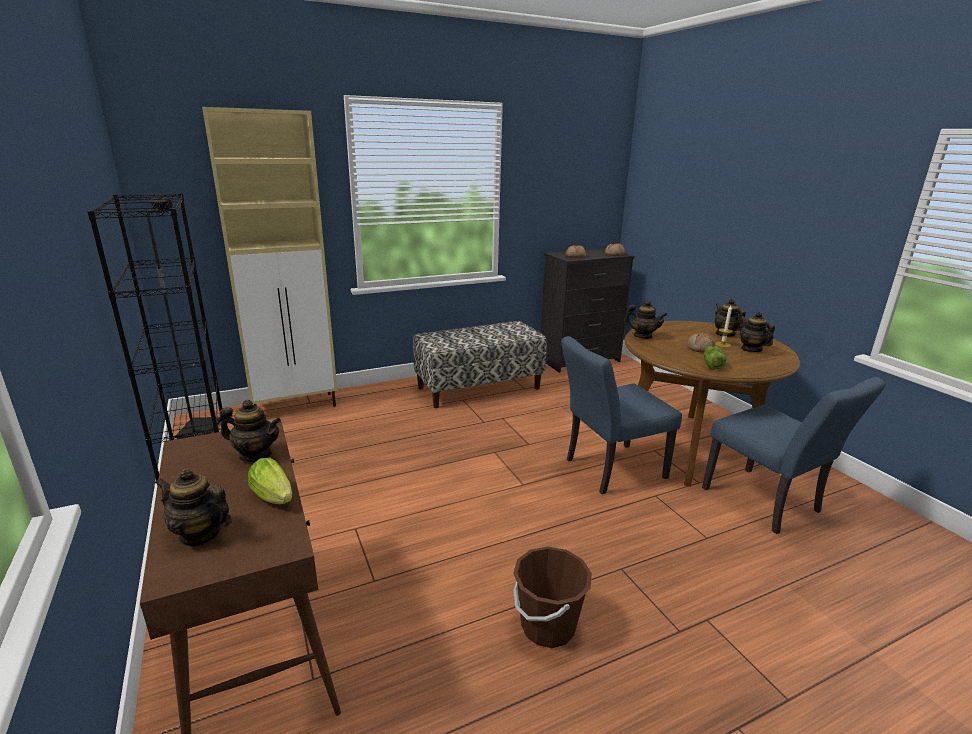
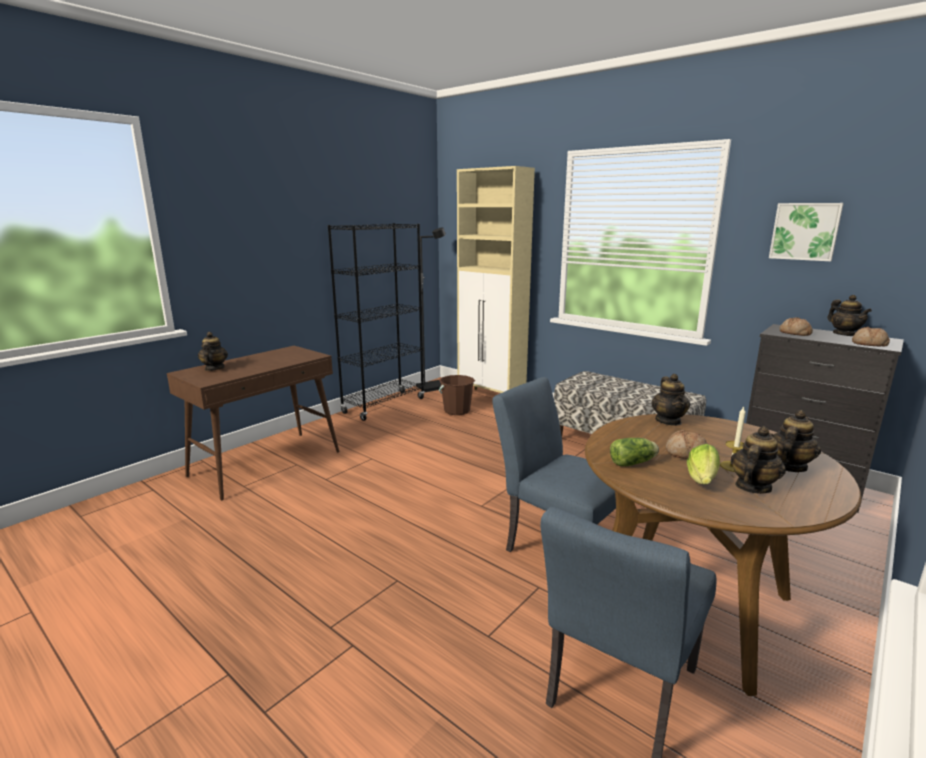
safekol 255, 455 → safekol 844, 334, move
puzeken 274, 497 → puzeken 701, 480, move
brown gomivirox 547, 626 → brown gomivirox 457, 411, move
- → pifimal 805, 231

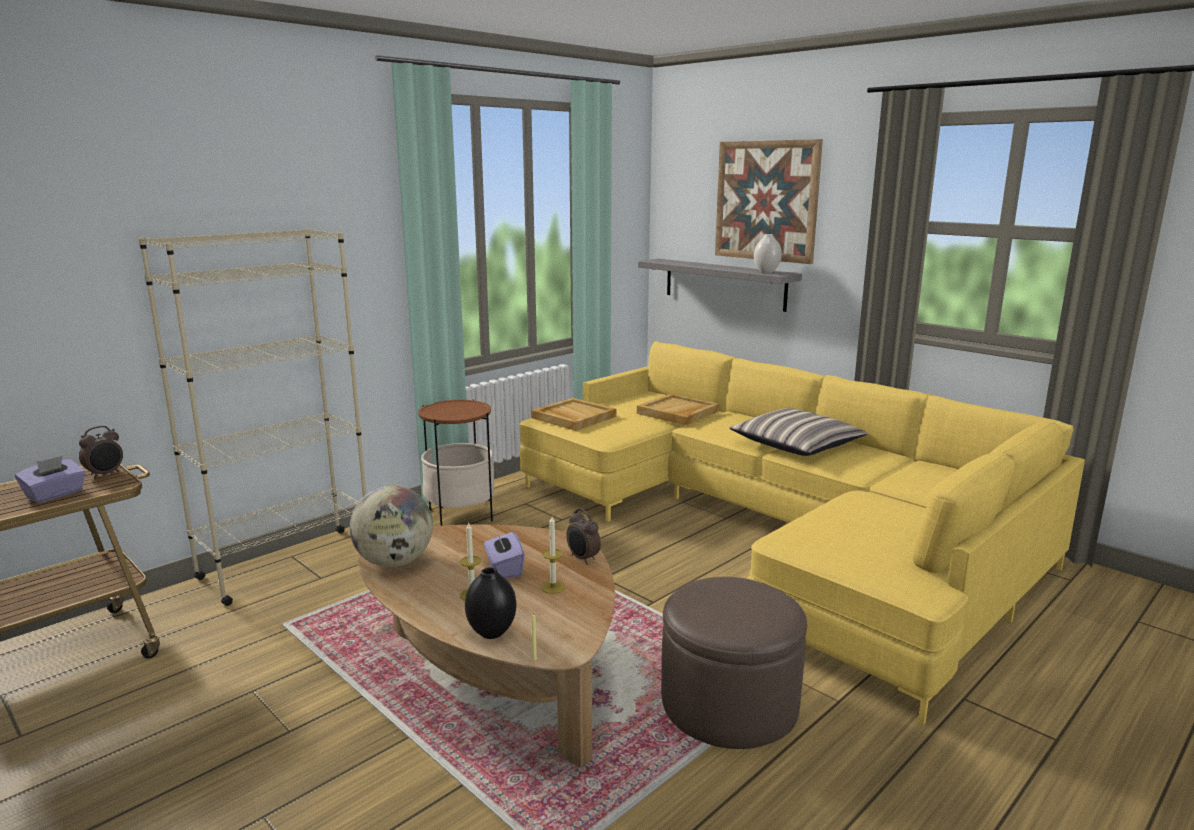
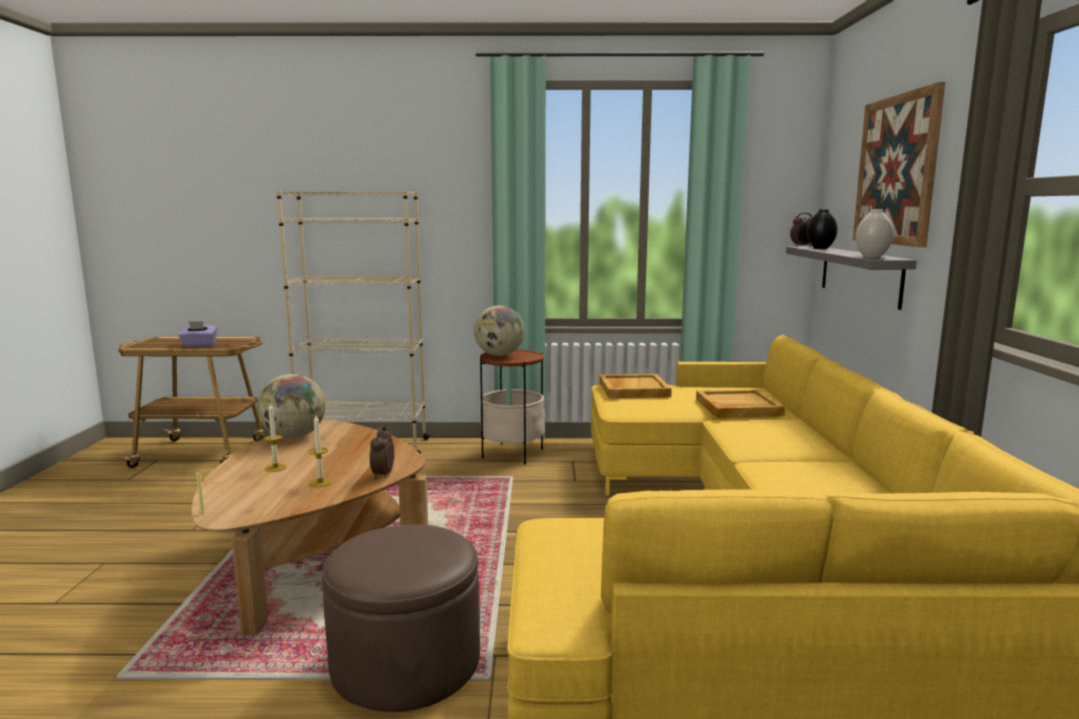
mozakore 105, 474 → mozakore 802, 246, move
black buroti 491, 632 → black buroti 820, 248, move
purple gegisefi 504, 569 → -
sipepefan 796, 445 → -
- → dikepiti 499, 355

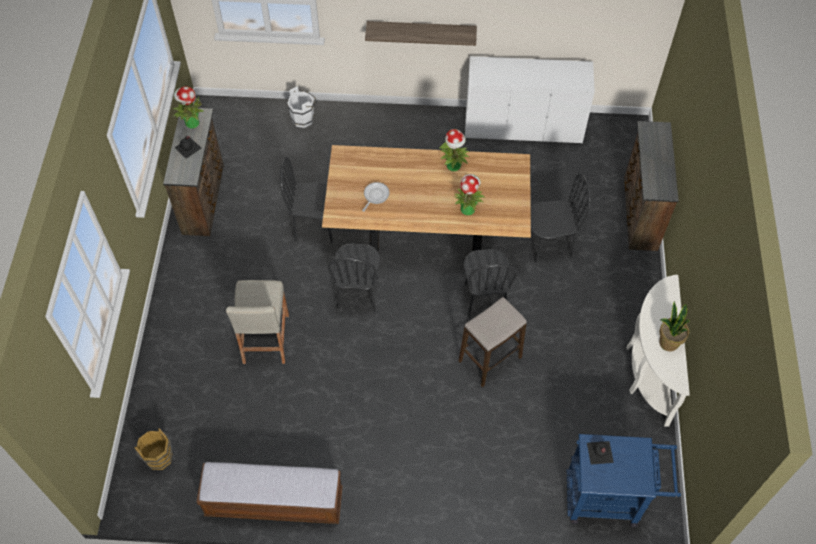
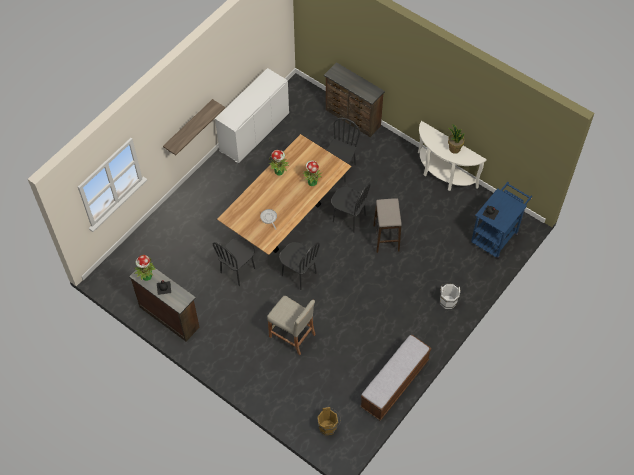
white gomivirox 304, 118 → white gomivirox 448, 300, move

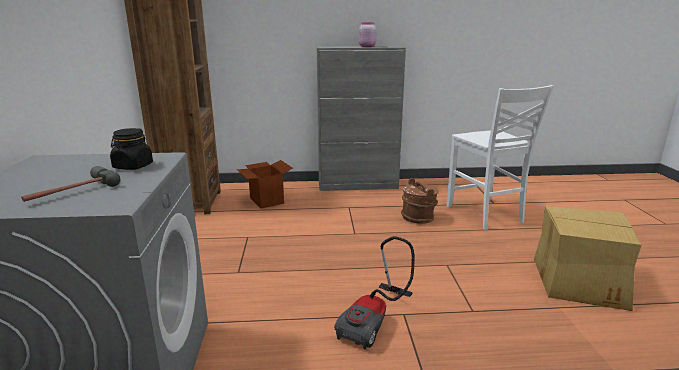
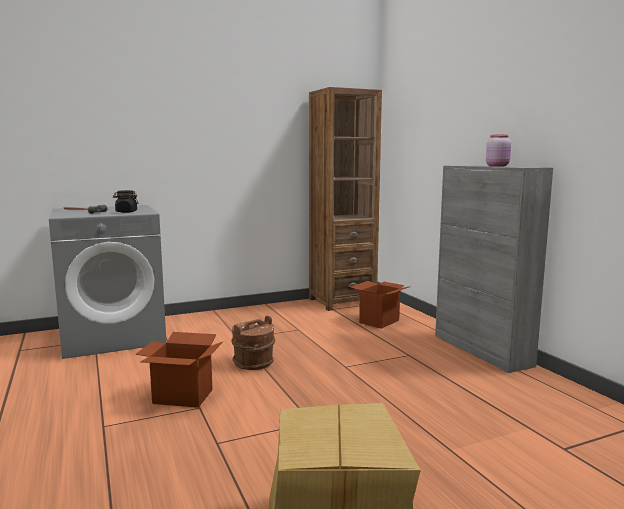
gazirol 375, 322 → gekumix 182, 397
brown gomivirox 418, 217 → brown gomivirox 254, 363, move
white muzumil 485, 214 → -

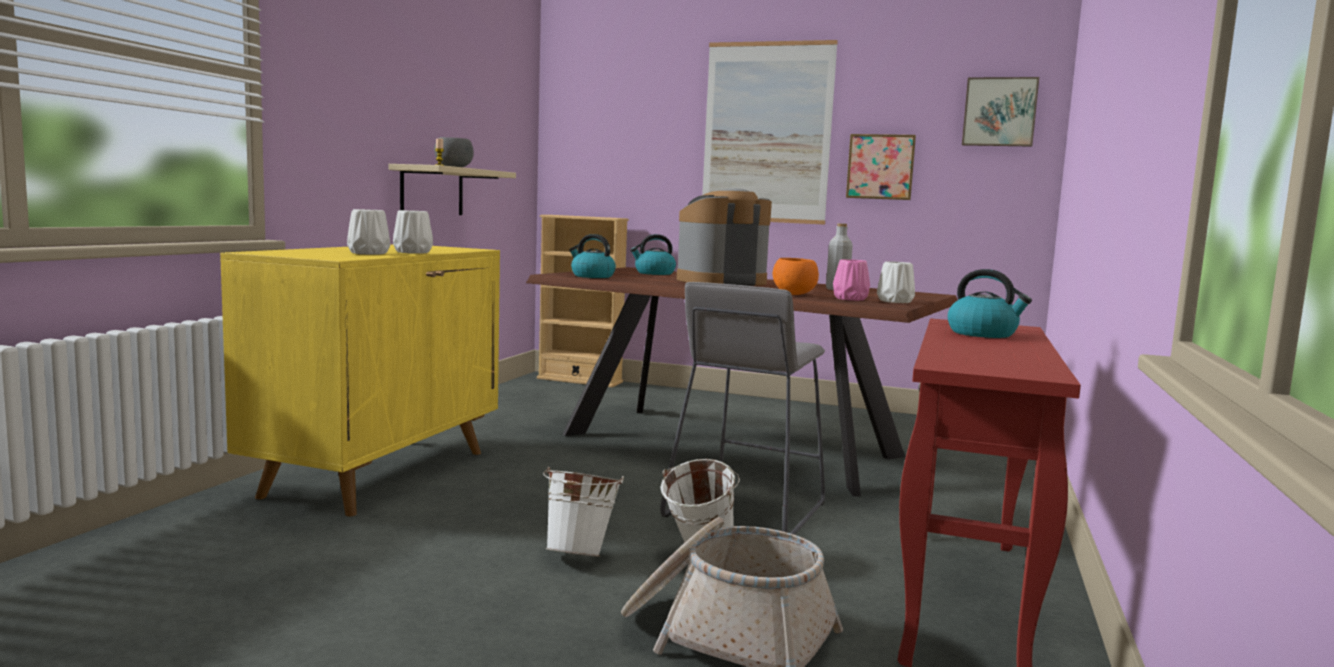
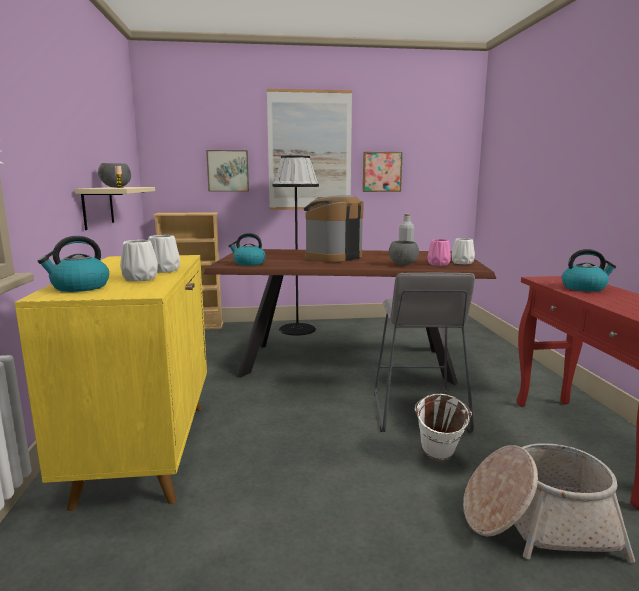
white gomivirox 580, 554 → -
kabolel 654, 273 → kabolel 79, 287, move
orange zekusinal 793, 294 → grey zekusinal 402, 264
pifimal 999, 112 → pifimal 228, 171, move
- → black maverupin 297, 329

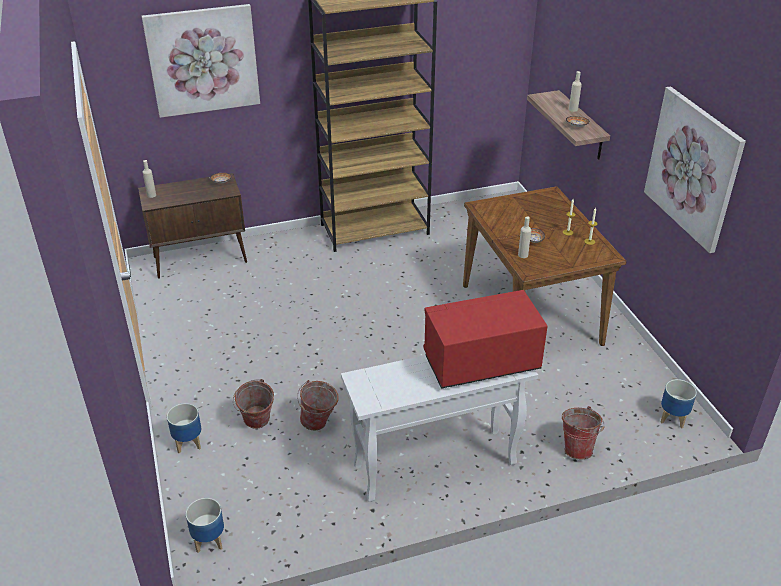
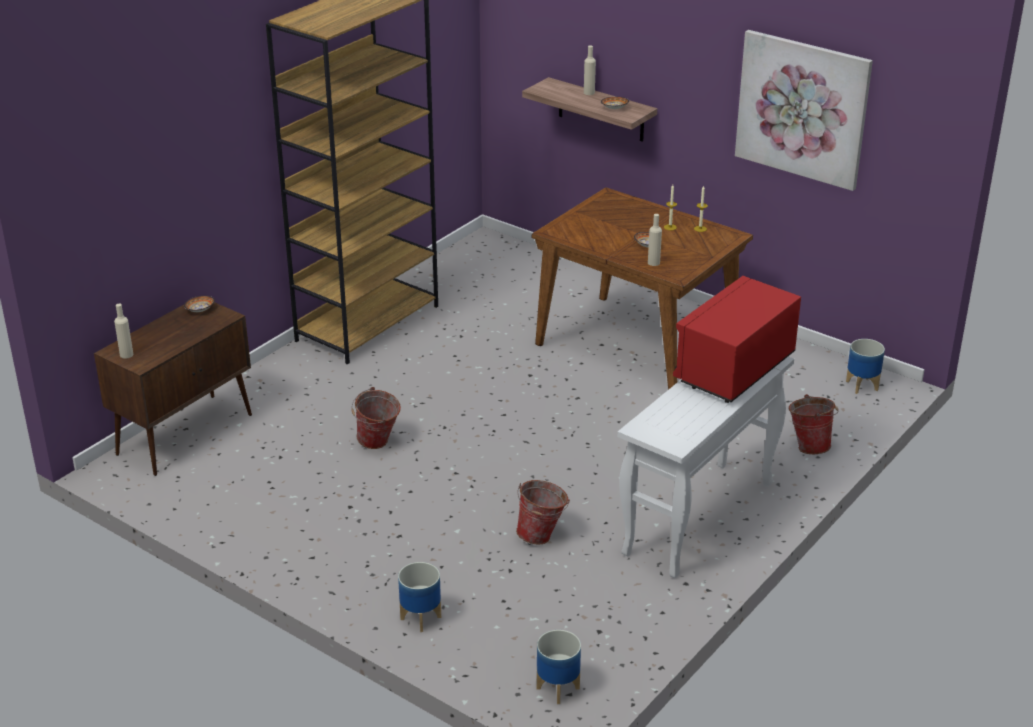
pifimal 203, 60 → -
gomivirox 256, 424 → gomivirox 377, 444, move

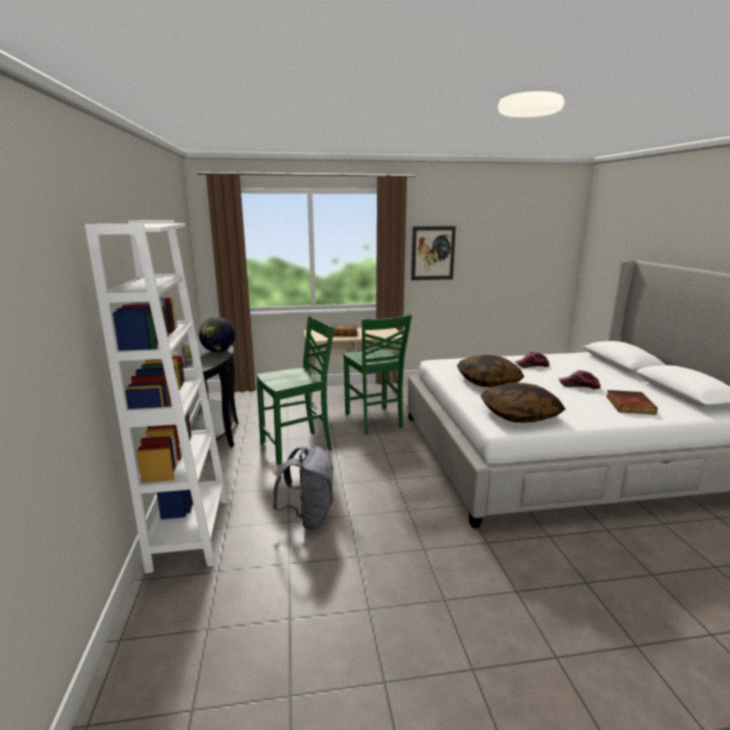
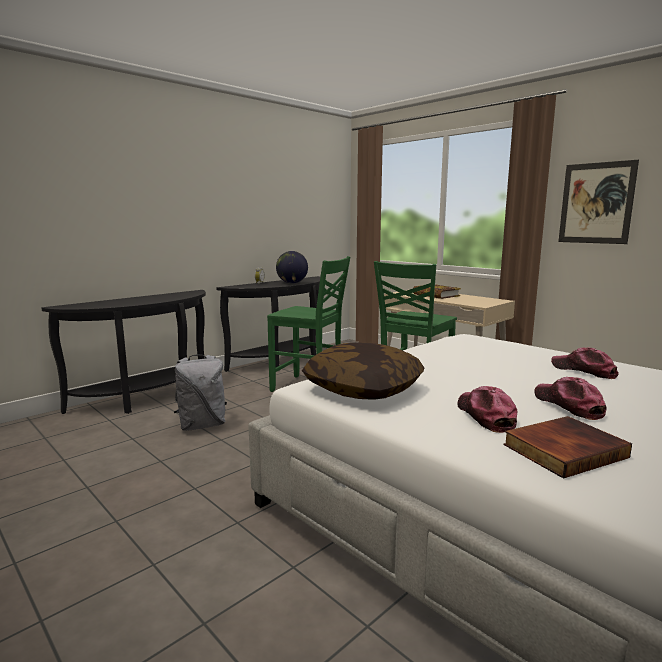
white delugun 190, 533 → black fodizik 148, 398
sipepefan 488, 381 → -
- → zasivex 485, 416

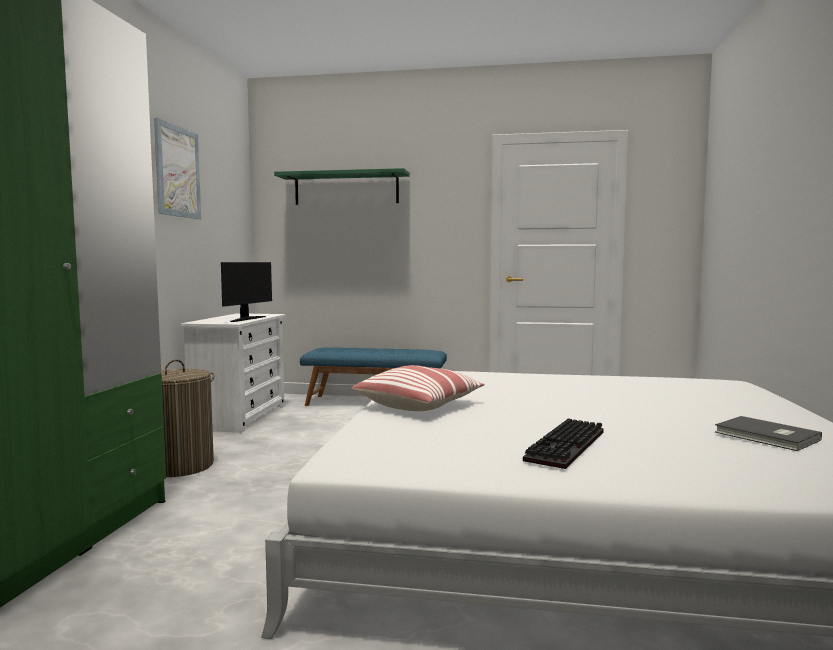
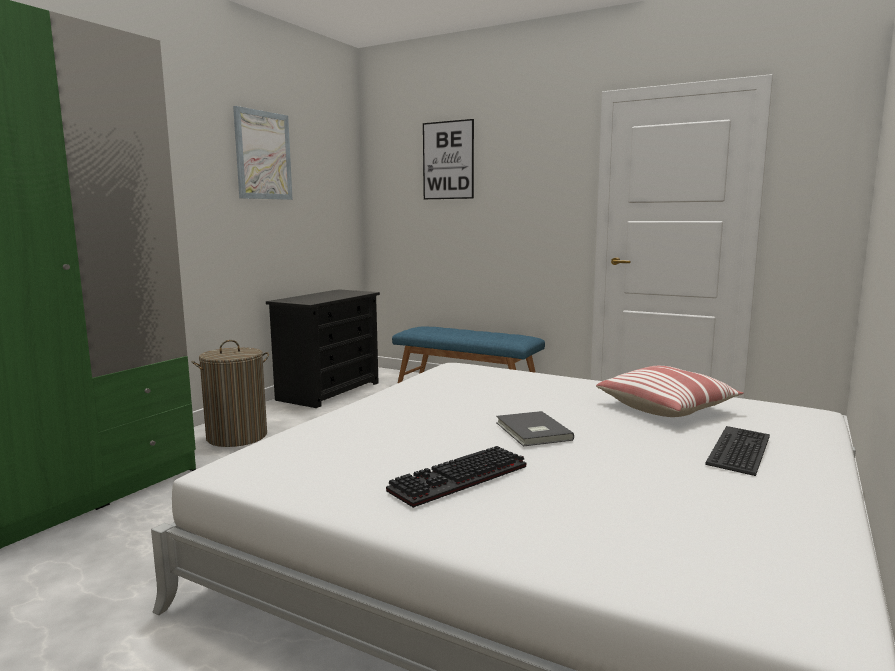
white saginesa 240, 417 → black saginesa 329, 391
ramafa 247, 319 → -
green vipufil 346, 189 → pifimal 448, 160
sipepefan 419, 405 → sipepefan 667, 408, move
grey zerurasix 767, 436 → grey zerurasix 531, 432, move
- → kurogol 740, 450

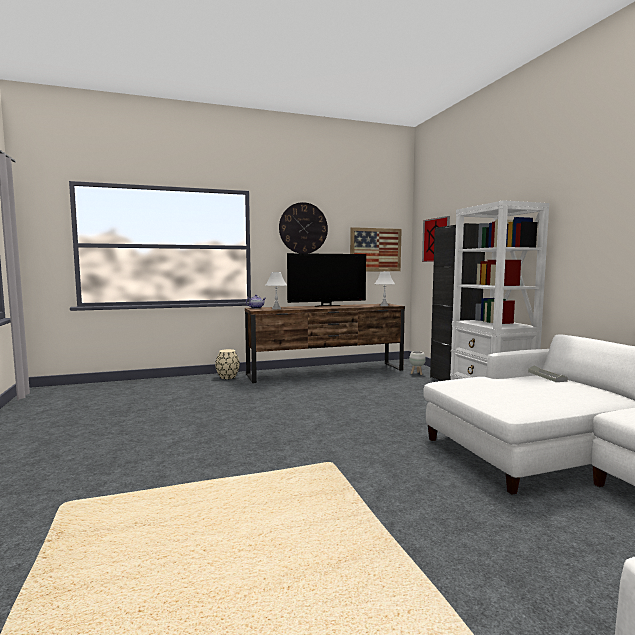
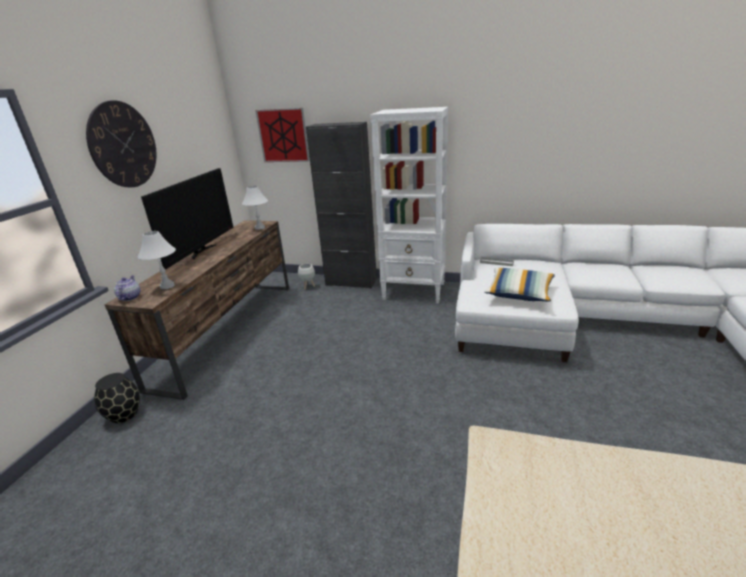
beige buroti 228, 377 → black buroti 125, 414
pifimal 375, 249 → -
- → sipepefan 519, 293

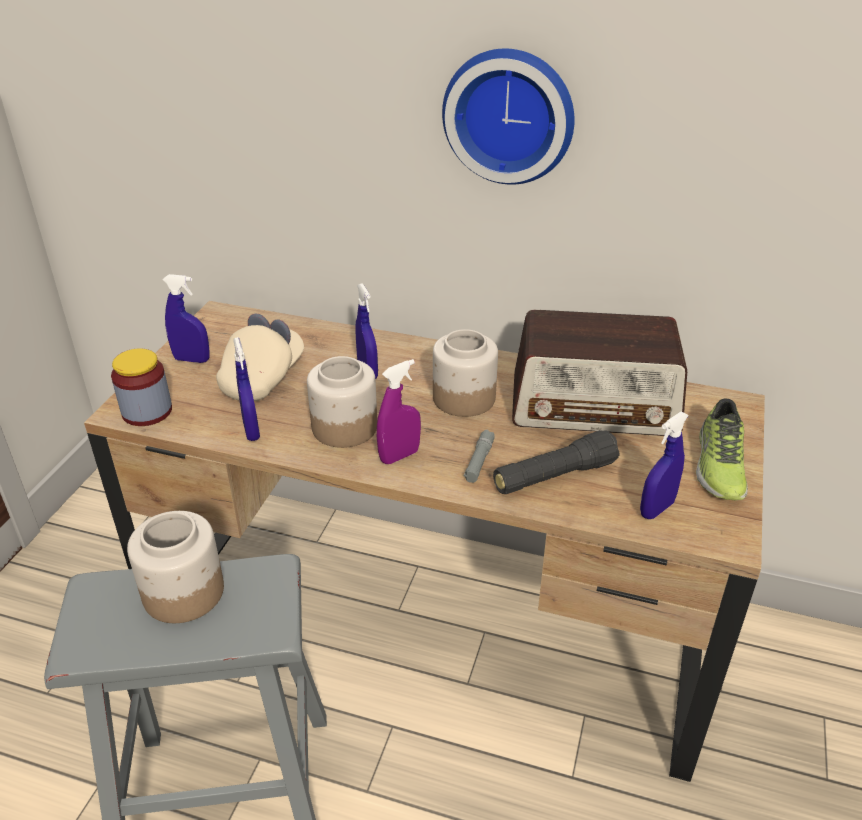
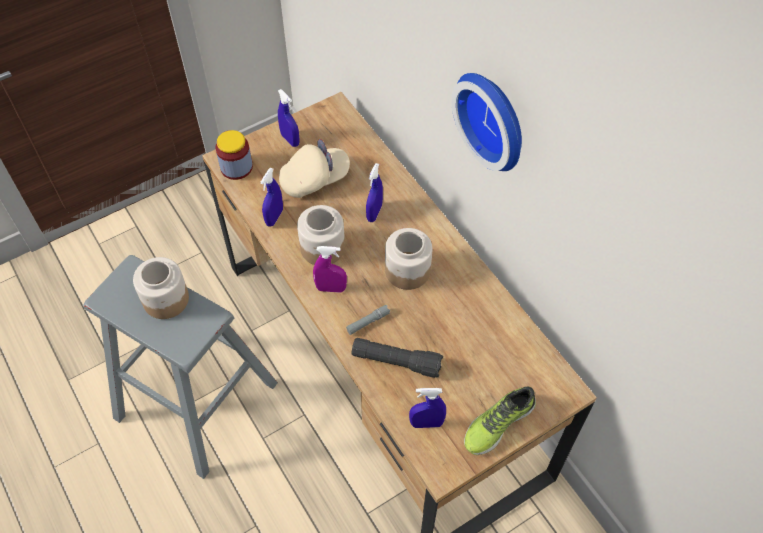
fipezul 594, 406 → -

